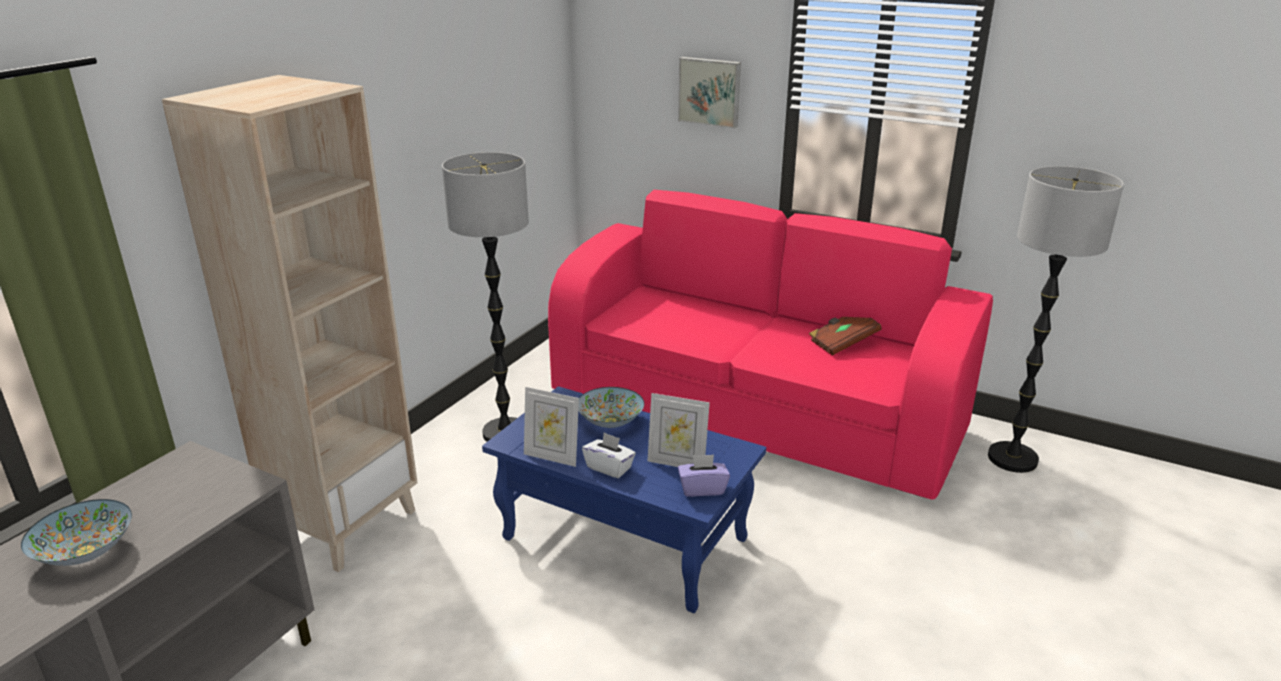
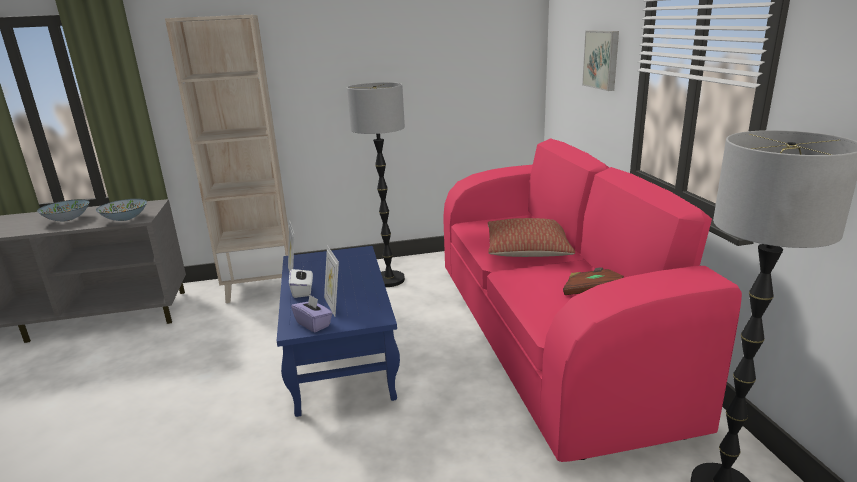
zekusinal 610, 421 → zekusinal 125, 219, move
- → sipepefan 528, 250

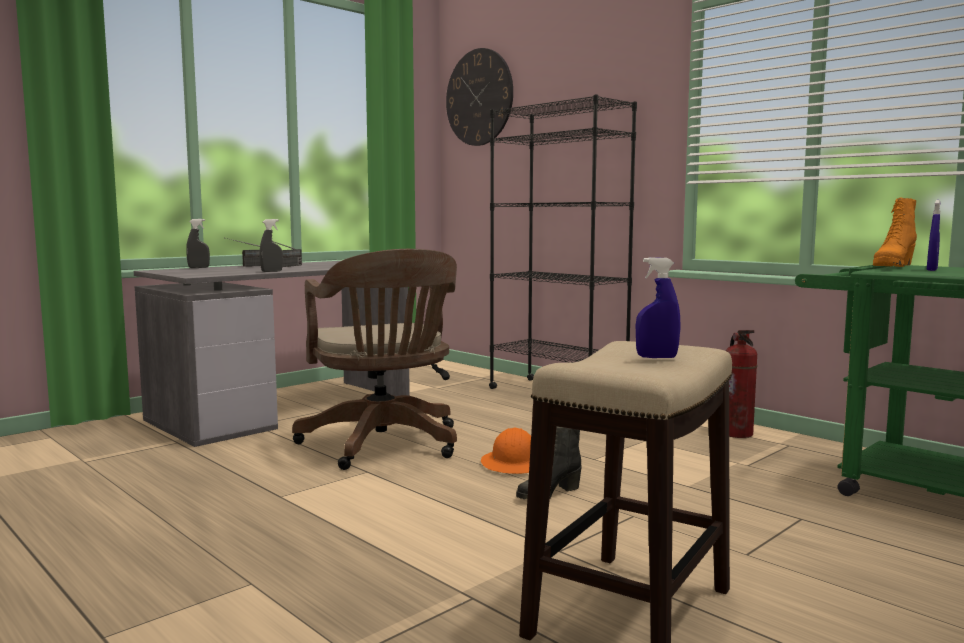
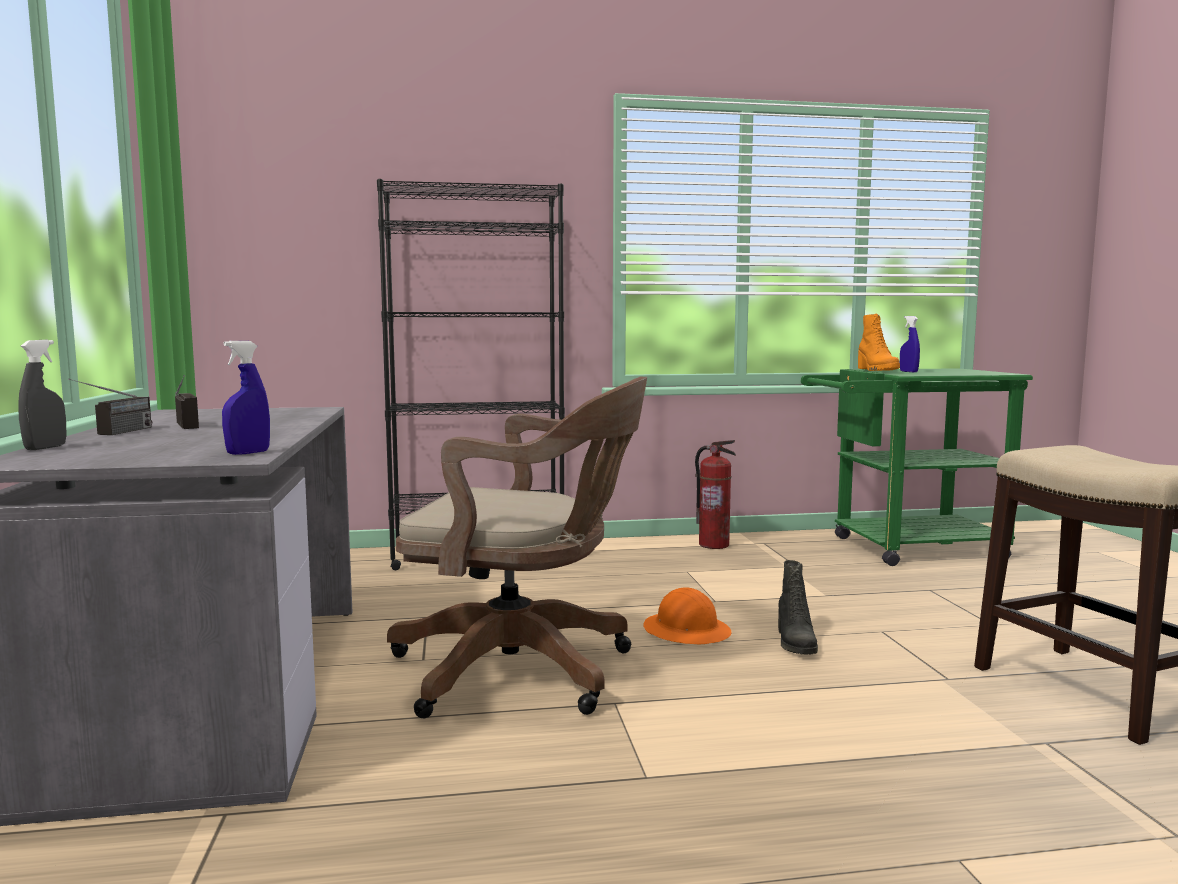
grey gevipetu 271, 271 → -
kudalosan 479, 97 → -
blue gevipetu 656, 357 → blue gevipetu 248, 453, move

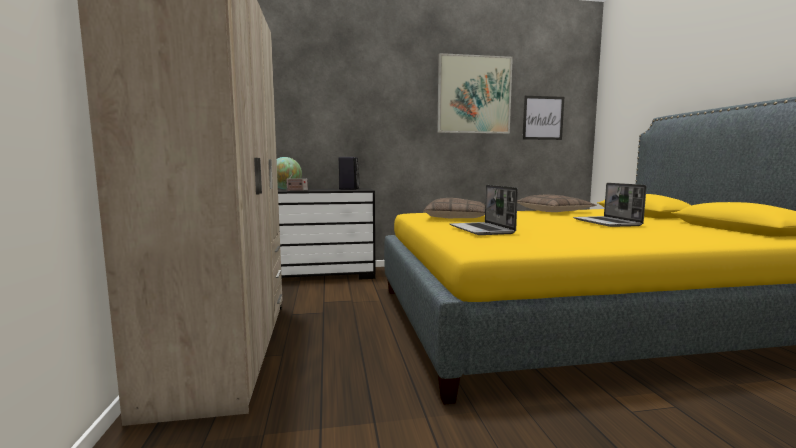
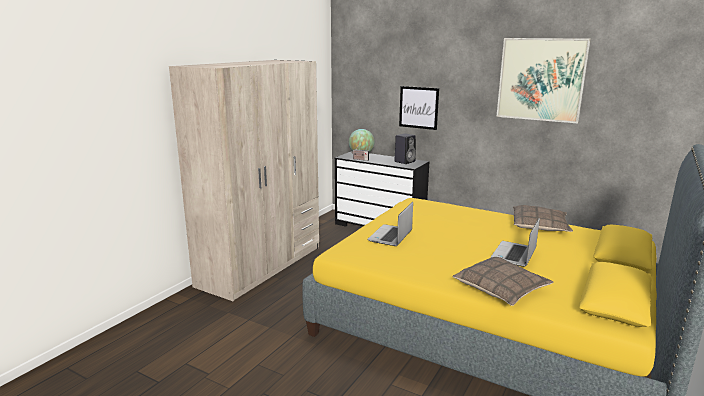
sipepefan 457, 218 → sipepefan 501, 288, move
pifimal 543, 118 → pifimal 418, 107, move

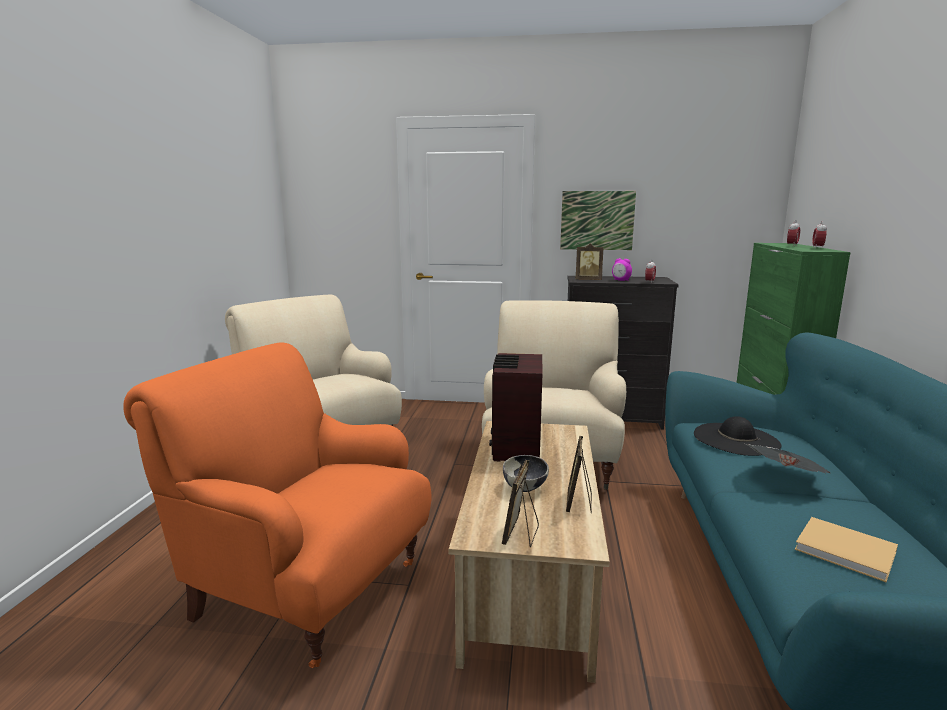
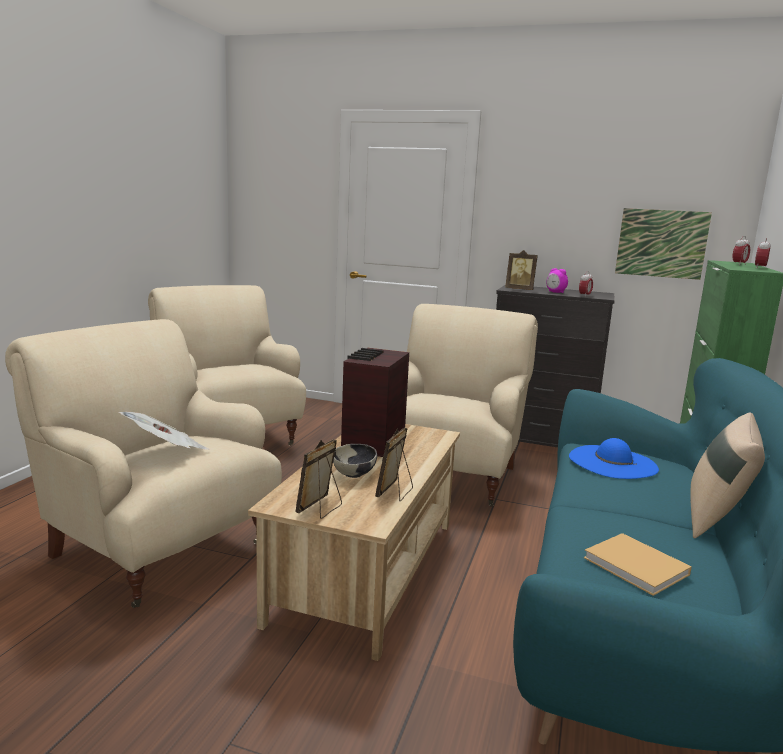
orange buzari 305, 589 → beige buzari 157, 548
pifimal 597, 220 → pifimal 661, 243, move
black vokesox 736, 439 → blue vokesox 612, 462
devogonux 785, 478 → devogonux 167, 451, move
- → beige sipepefan 716, 520

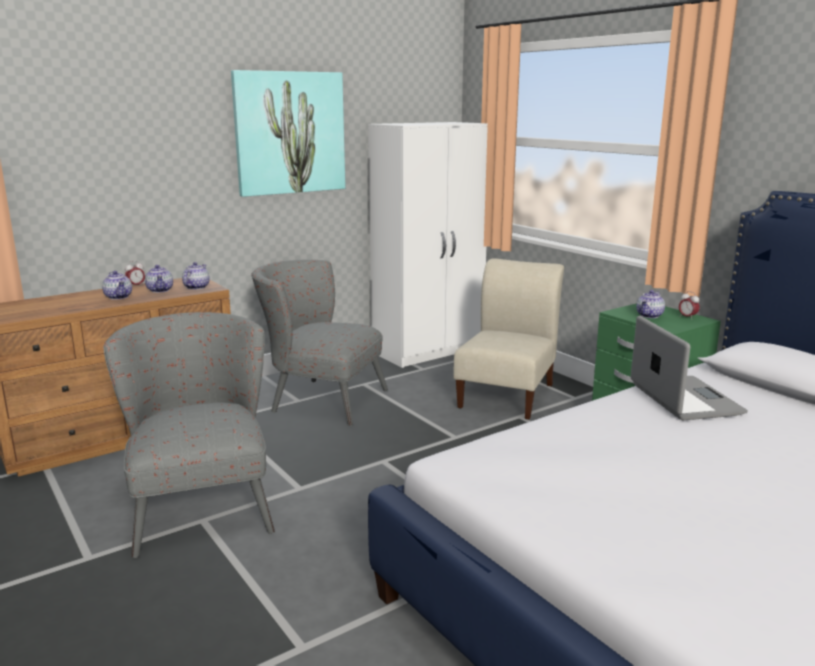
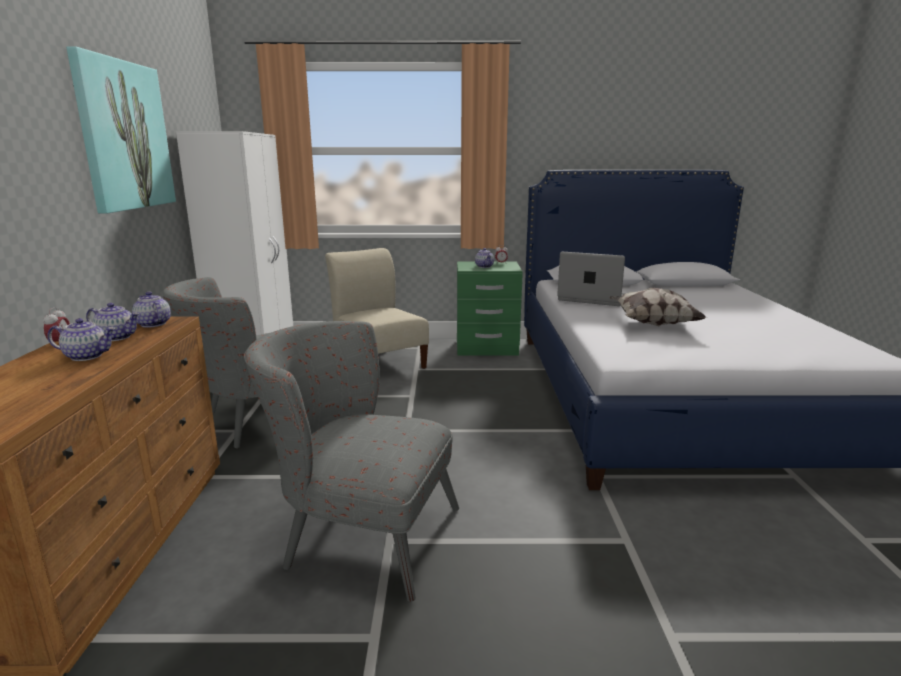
- → sipepefan 652, 323

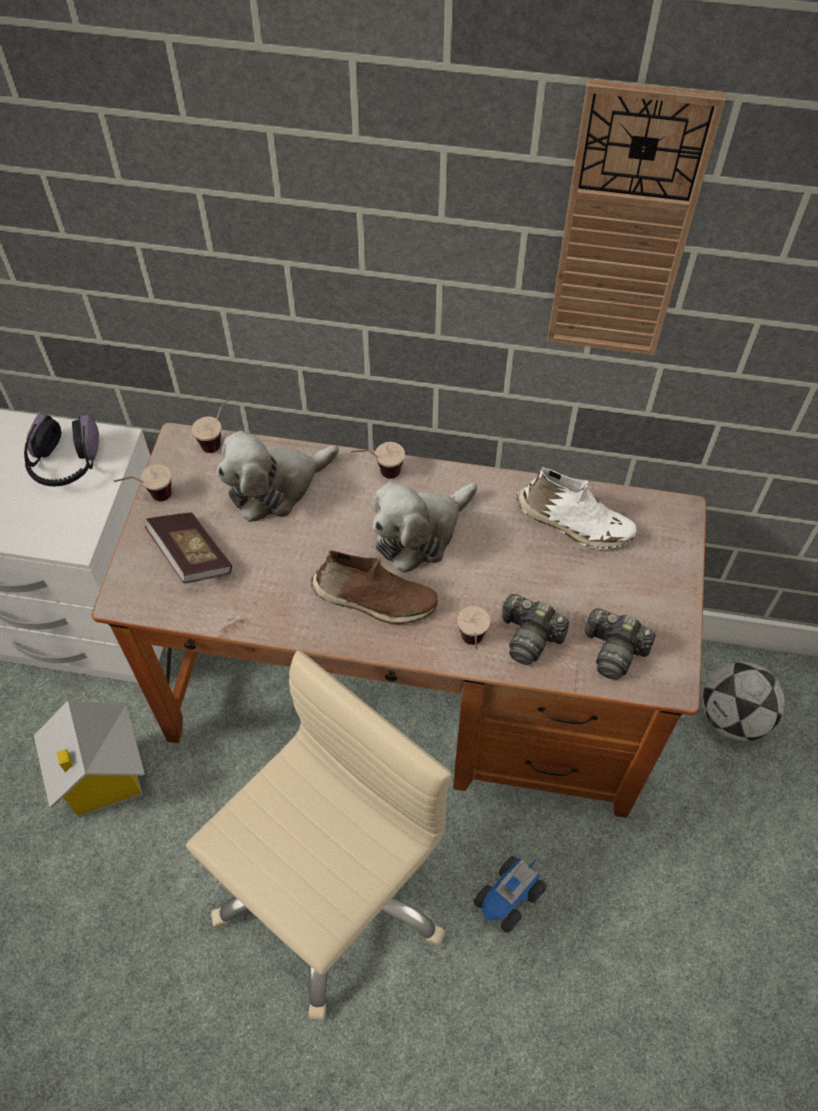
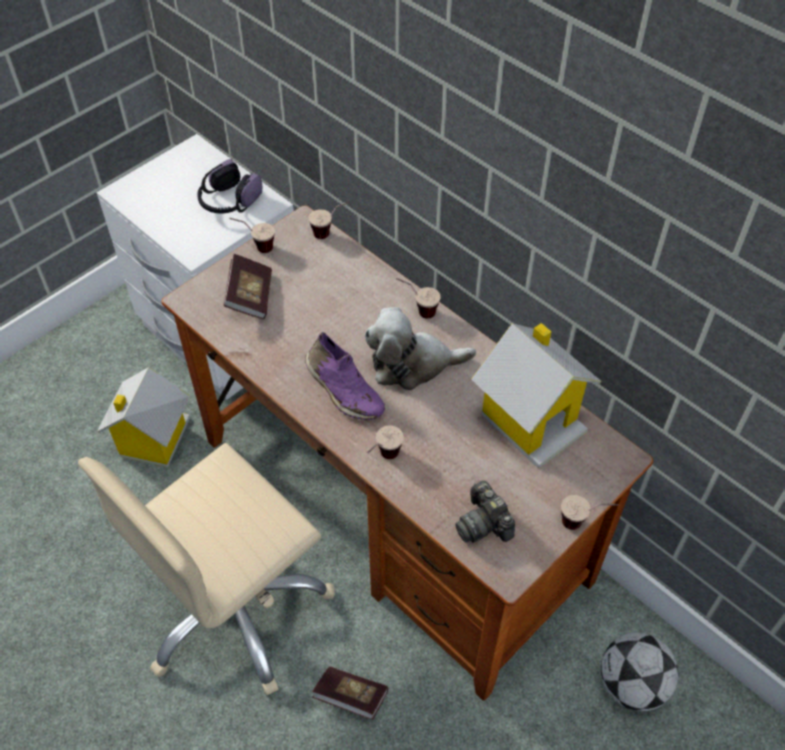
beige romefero 331, 891 → beige romefero 235, 607, 150 degrees clockwise
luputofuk 276, 486 → -
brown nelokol 374, 599 → purple nelokol 343, 389
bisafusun 508, 898 → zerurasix 351, 697
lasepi 529, 637 → -
white nelokol 573, 523 → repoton 531, 419
kudalosan 625, 229 → -
- → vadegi 583, 523

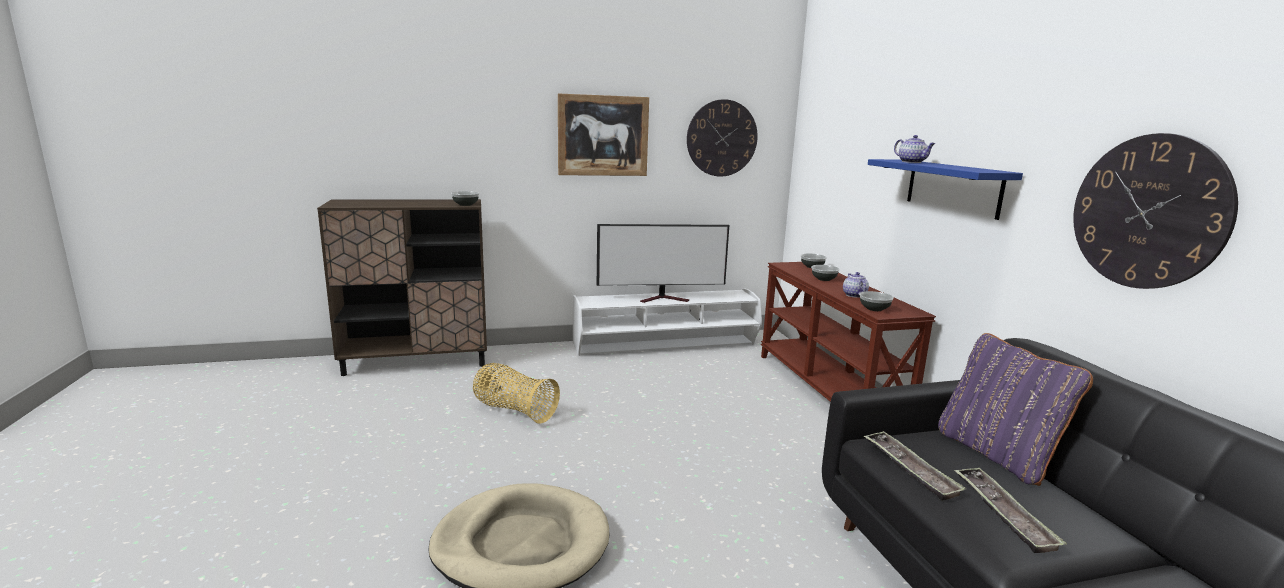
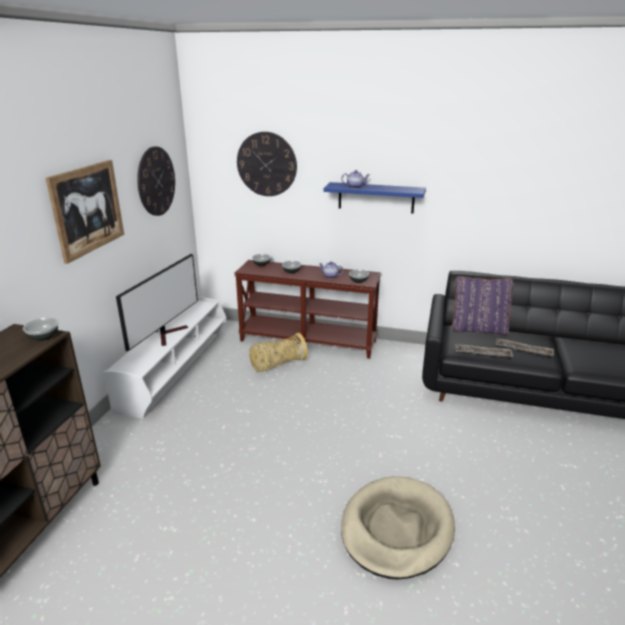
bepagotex 514, 410 → bepagotex 277, 365, move
kudalosan 1147, 212 → kudalosan 266, 164, move

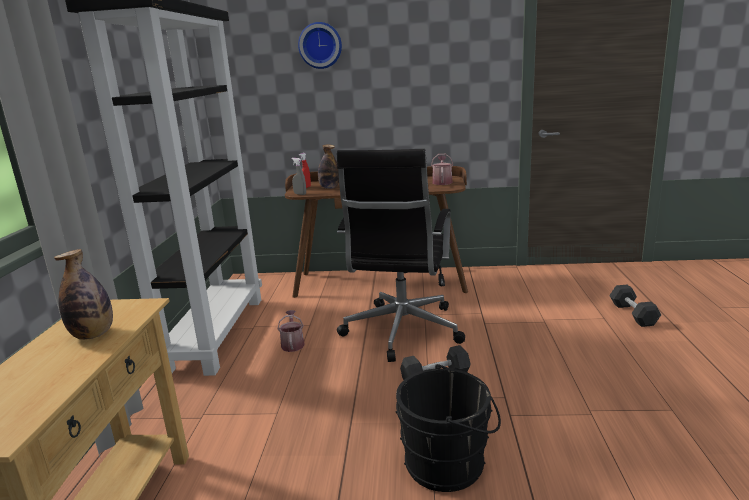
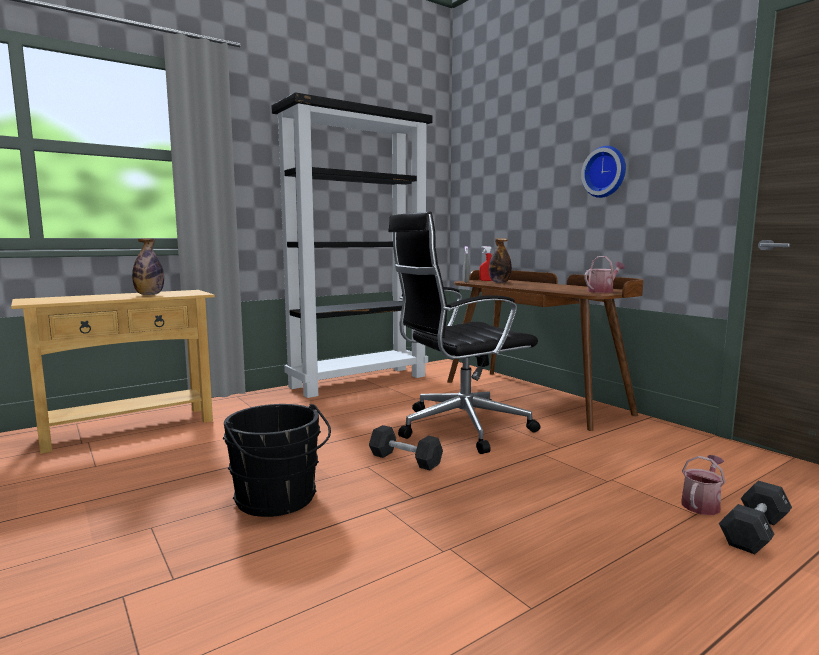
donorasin 292, 344 → donorasin 702, 504, move
kudalosan 320, 45 → kudalosan 605, 172, move

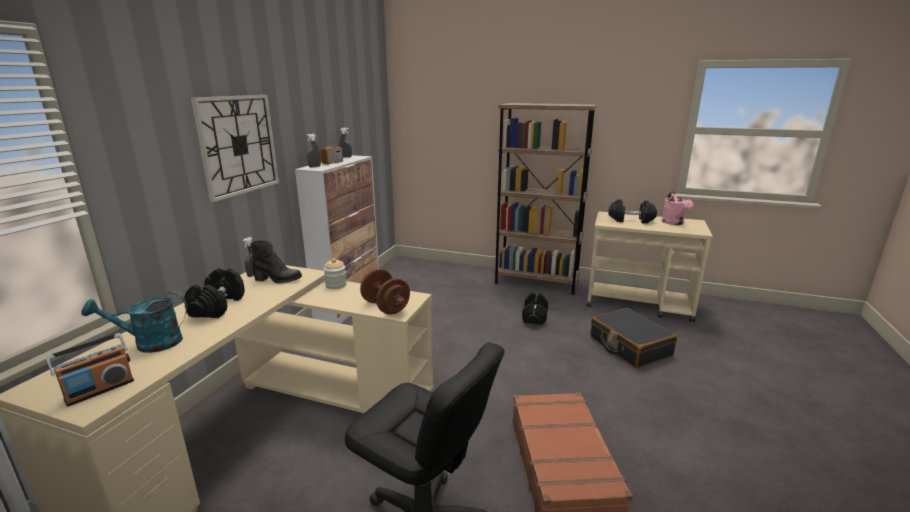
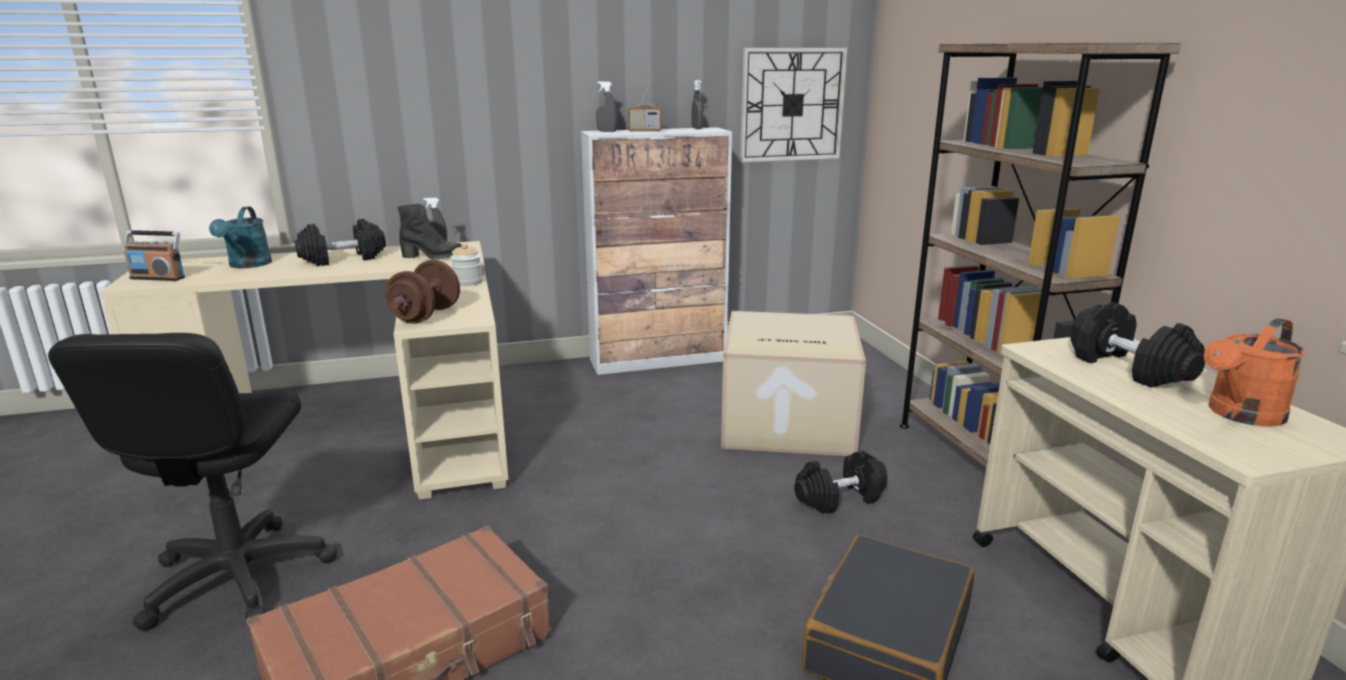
turquoise donorasin 150, 344 → turquoise donorasin 247, 265, 135 degrees counterclockwise
kudalosan 238, 145 → kudalosan 792, 105, move
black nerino 278, 280 → black nerino 432, 257, 60 degrees counterclockwise
pink donorasin 674, 223 → orange donorasin 1240, 415
- → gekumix 785, 423

